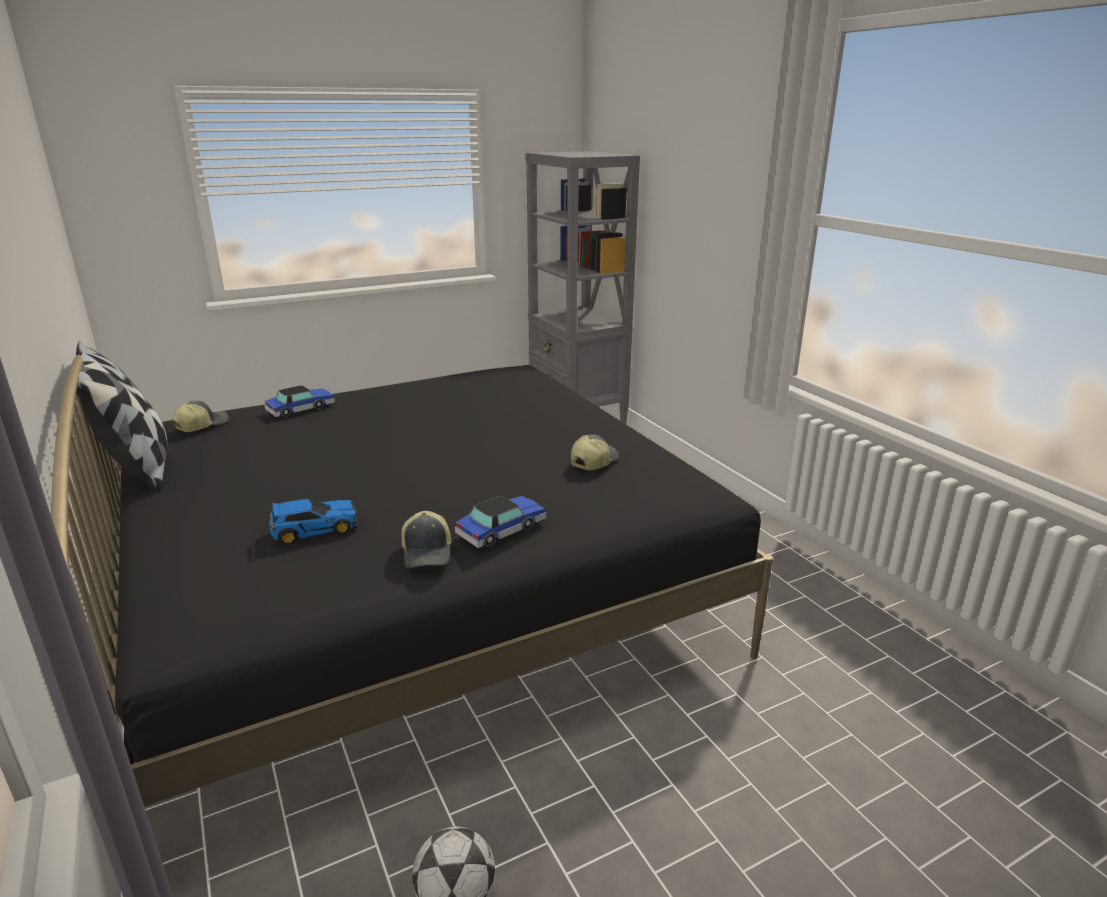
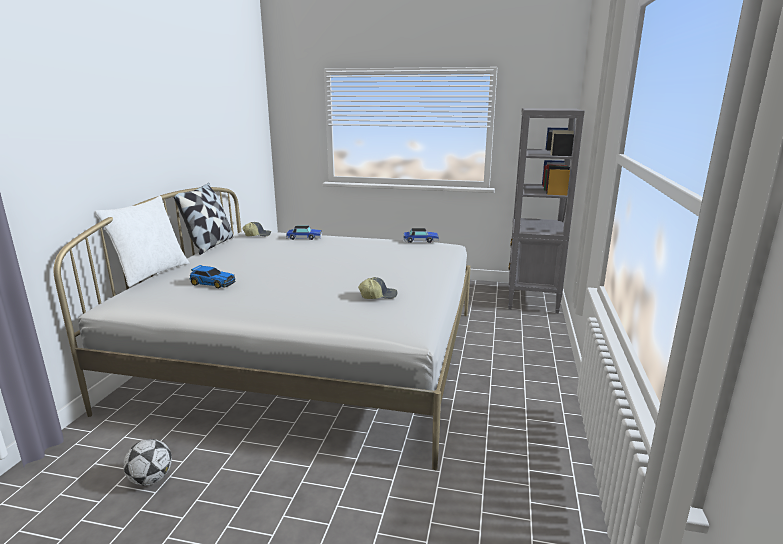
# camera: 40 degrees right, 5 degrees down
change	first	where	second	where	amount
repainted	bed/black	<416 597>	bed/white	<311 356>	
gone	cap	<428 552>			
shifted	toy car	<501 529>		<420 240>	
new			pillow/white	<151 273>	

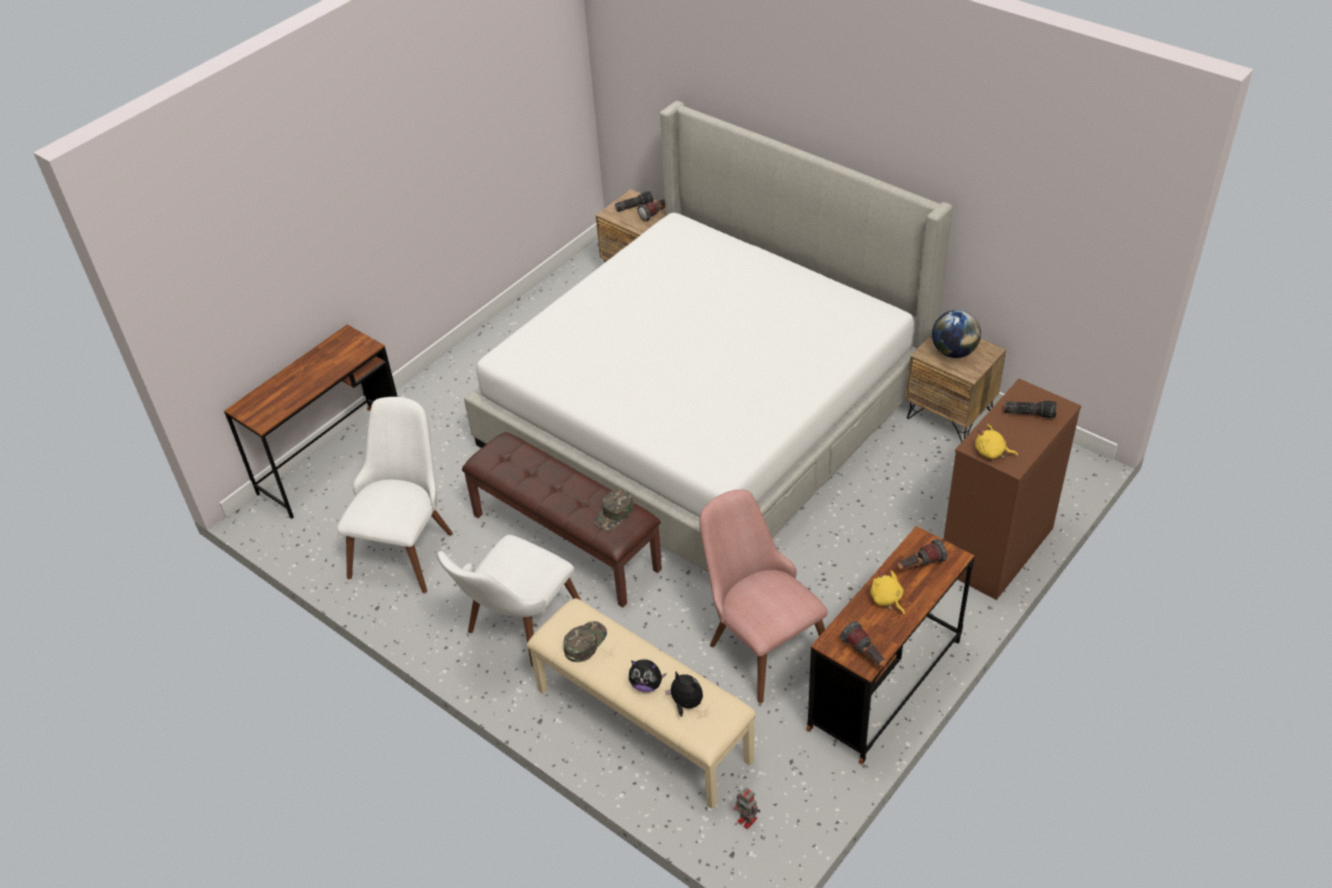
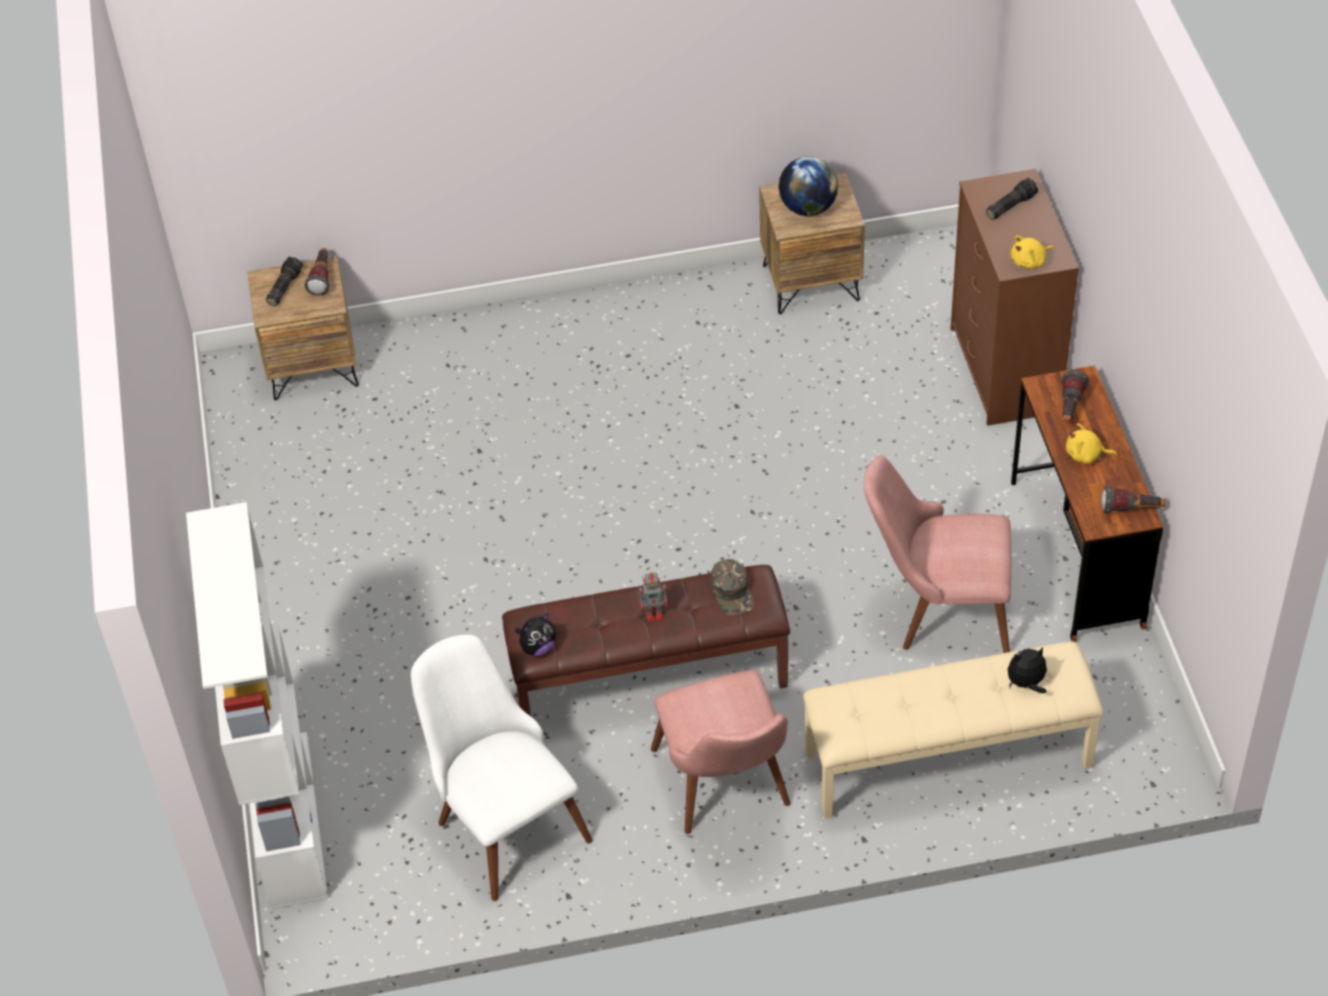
# camera: 50 degrees left, 5 degrees up
change	first	where	second	where	amount
swapped	desk/brown	<332 461>	bookcase/white	<288 818>	
repainted	chair/white	<517 630>	chair/pink	<728 791>	
gone	bed	<704 414>			
gone	cap/green	<584 642>			
shifted	plush toy	<646 685>		<537 647>	
shifted	toy robot	<748 820>		<655 613>	

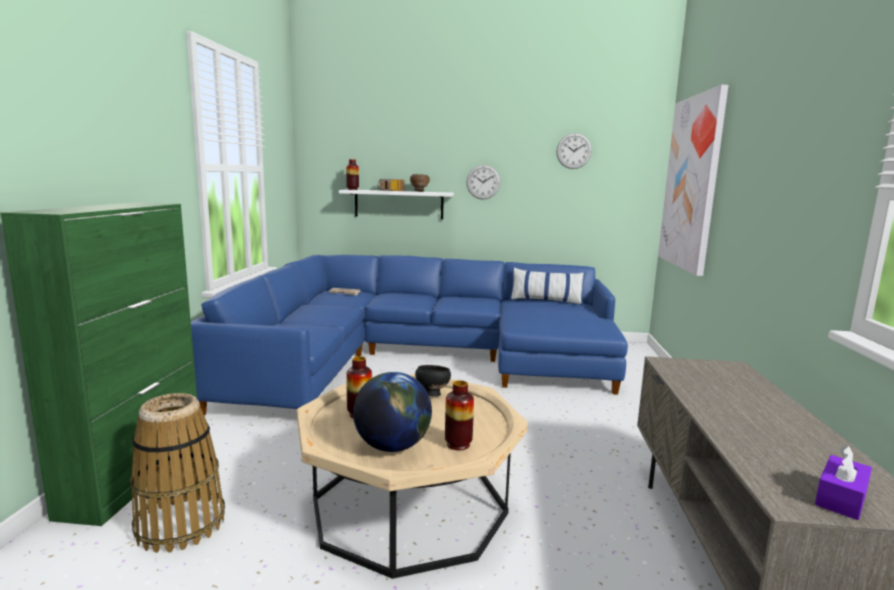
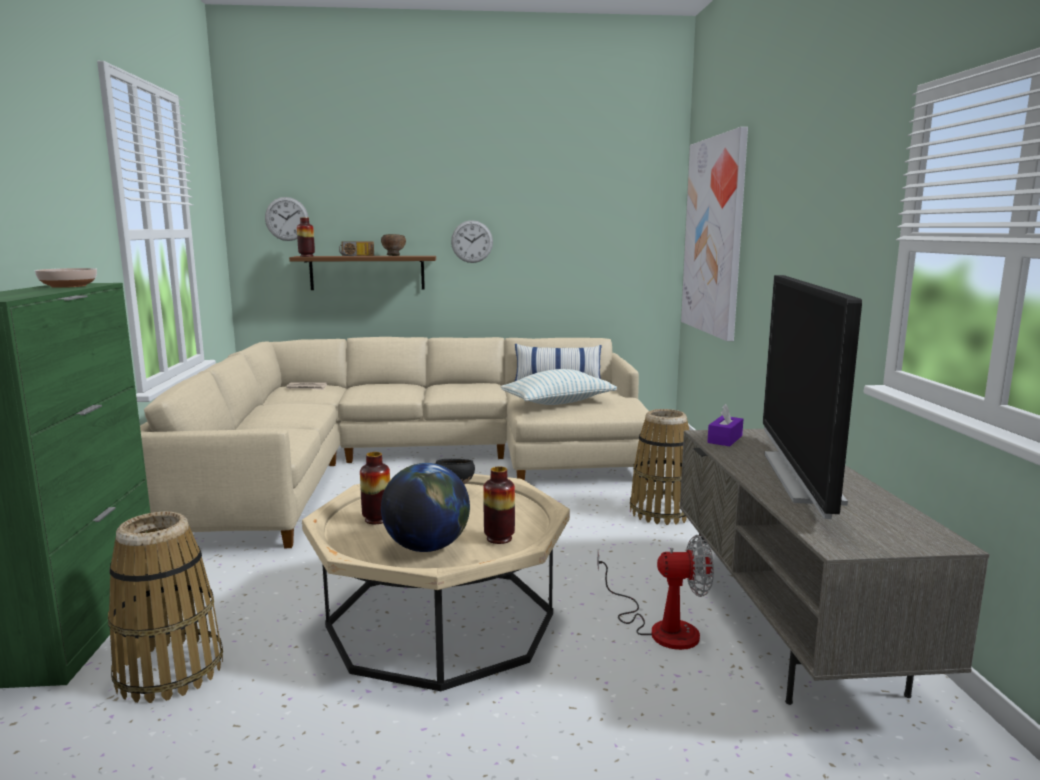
# camera: 10 degrees left, 0 degrees up
change	first	where	second	where	amount
repainted	sofa/blue	<420 359>	sofa/beige	<411 463>	
repainted	shelf/white	<399 204>	shelf/brown	<367 272>	
shifted	wall clock	<574 151>		<287 219>	
shifted	tissue box/purple	<841 498>		<725 439>	
new			bowl	<69 286>	
new			pillow	<558 403>	
new			fan	<661 627>	
new			basket	<662 512>	
new			television	<800 477>	

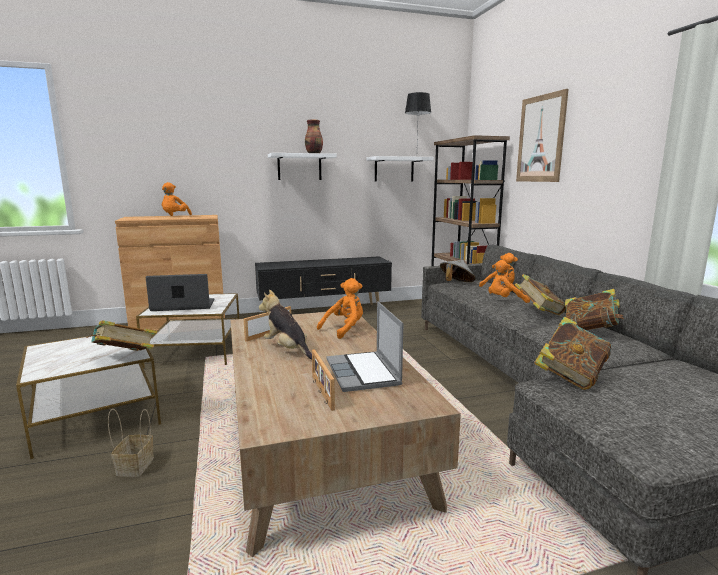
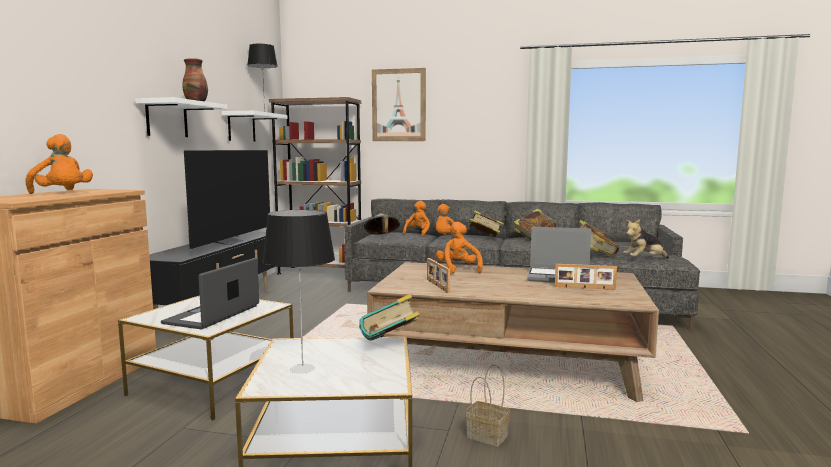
# camera: 60 degrees left, 5 degrees down
change	first	where	second	where	amount
shifted	plush toy	<288 350>		<644 260>	
new			television	<228 242>	
new			table lamp	<302 369>	

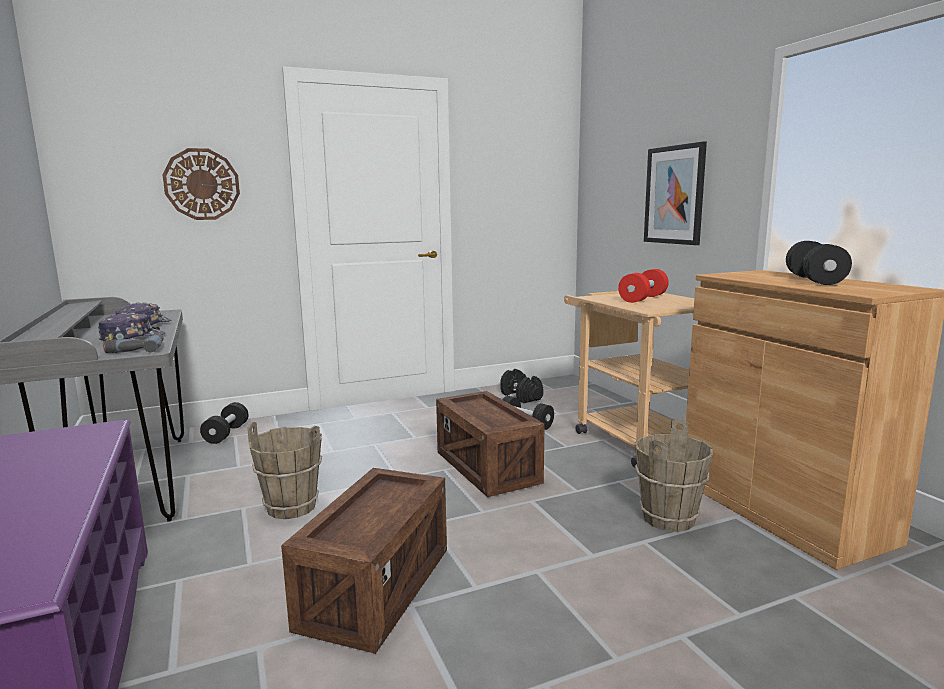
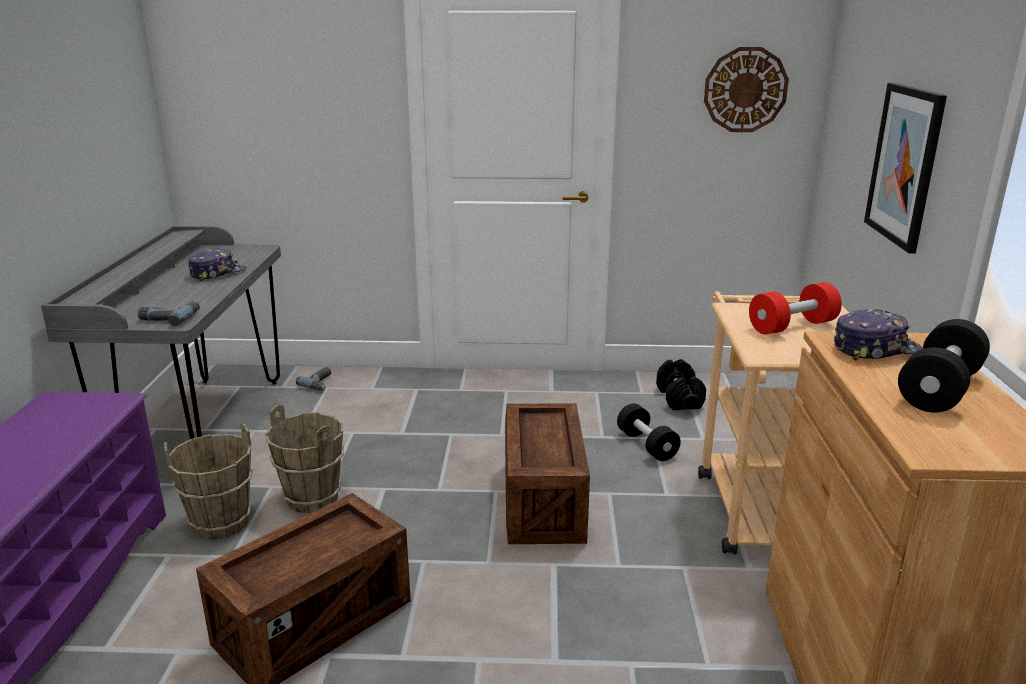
# camera: 25 degrees right, 10 degrees up
change	first	where	second	where	amount
shifted	cap	<132 338>		<875 349>	
shifted	wall clock	<202 184>		<745 90>	
swapped	dumbbell/black	<226 434>	power drill	<321 383>	
shifted	bucket/brown	<669 519>		<221 524>	

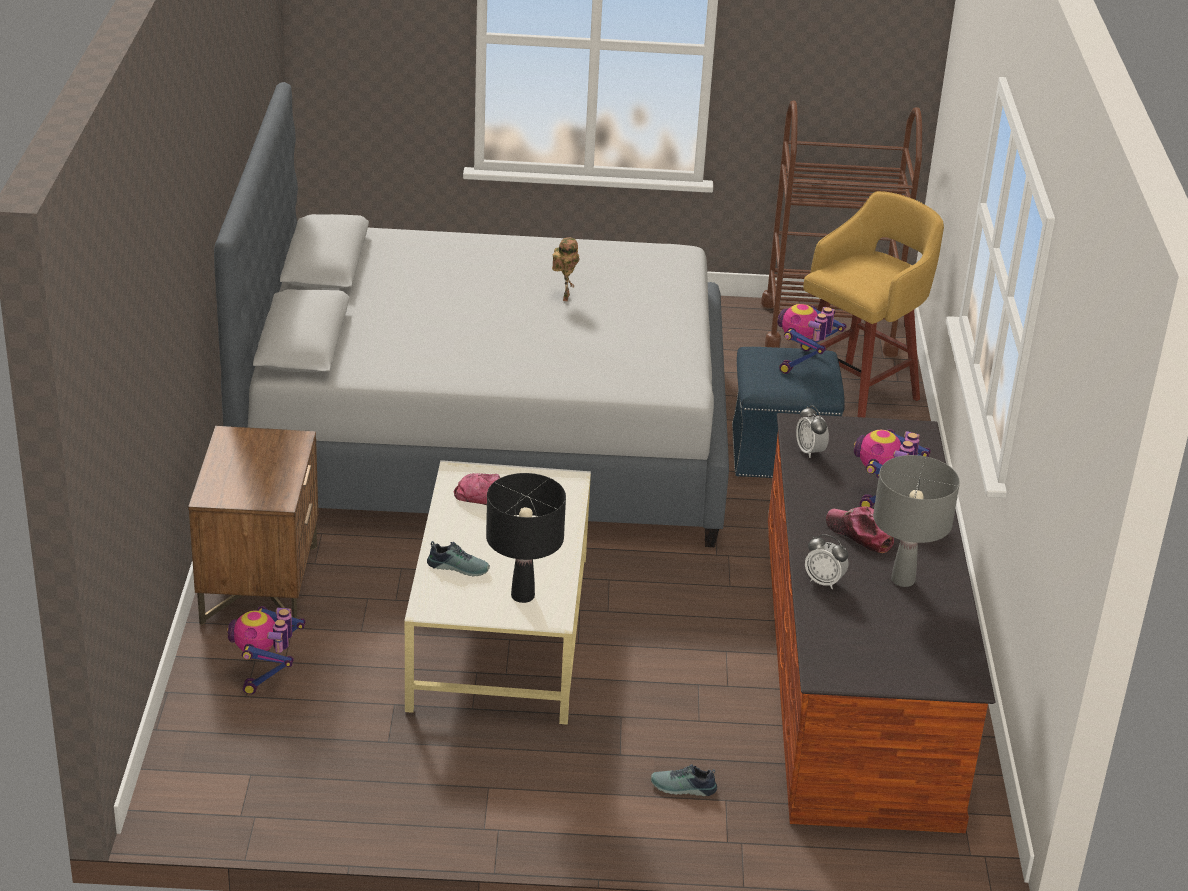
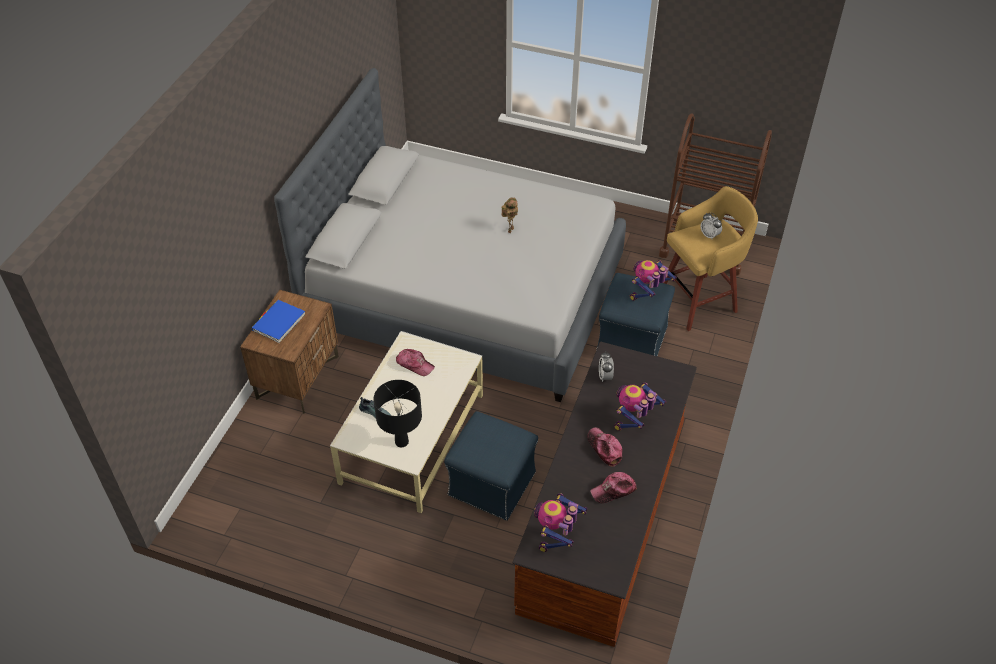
# camera: 20 degrees right, 15 degrees up
change	first	where	second	where	amount
shifted	toy robot	<267 673>		<557 535>	
gone	shoe	<683 788>			
shifted	alarm clock	<824 581>		<709 235>	
swapped	table lamp/grey	<903 580>	cap	<613 490>	
new			book/blue	<279 323>	
new			ottoman/blue	<491 483>	

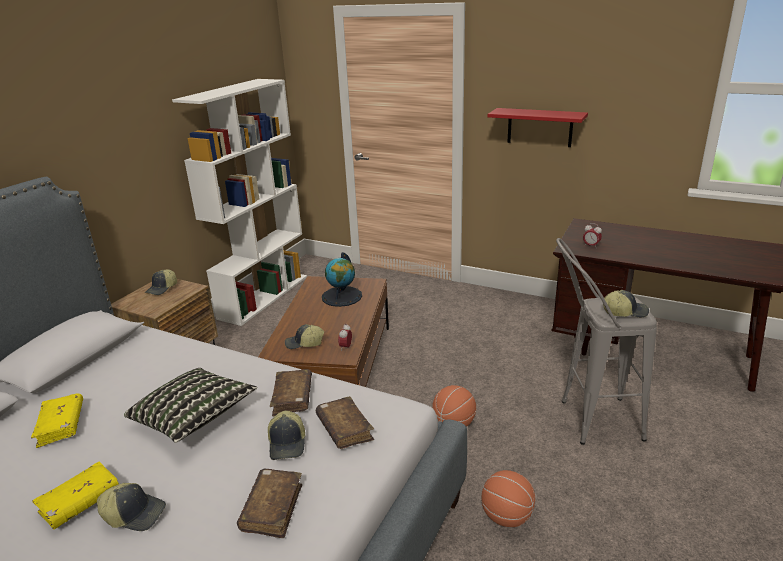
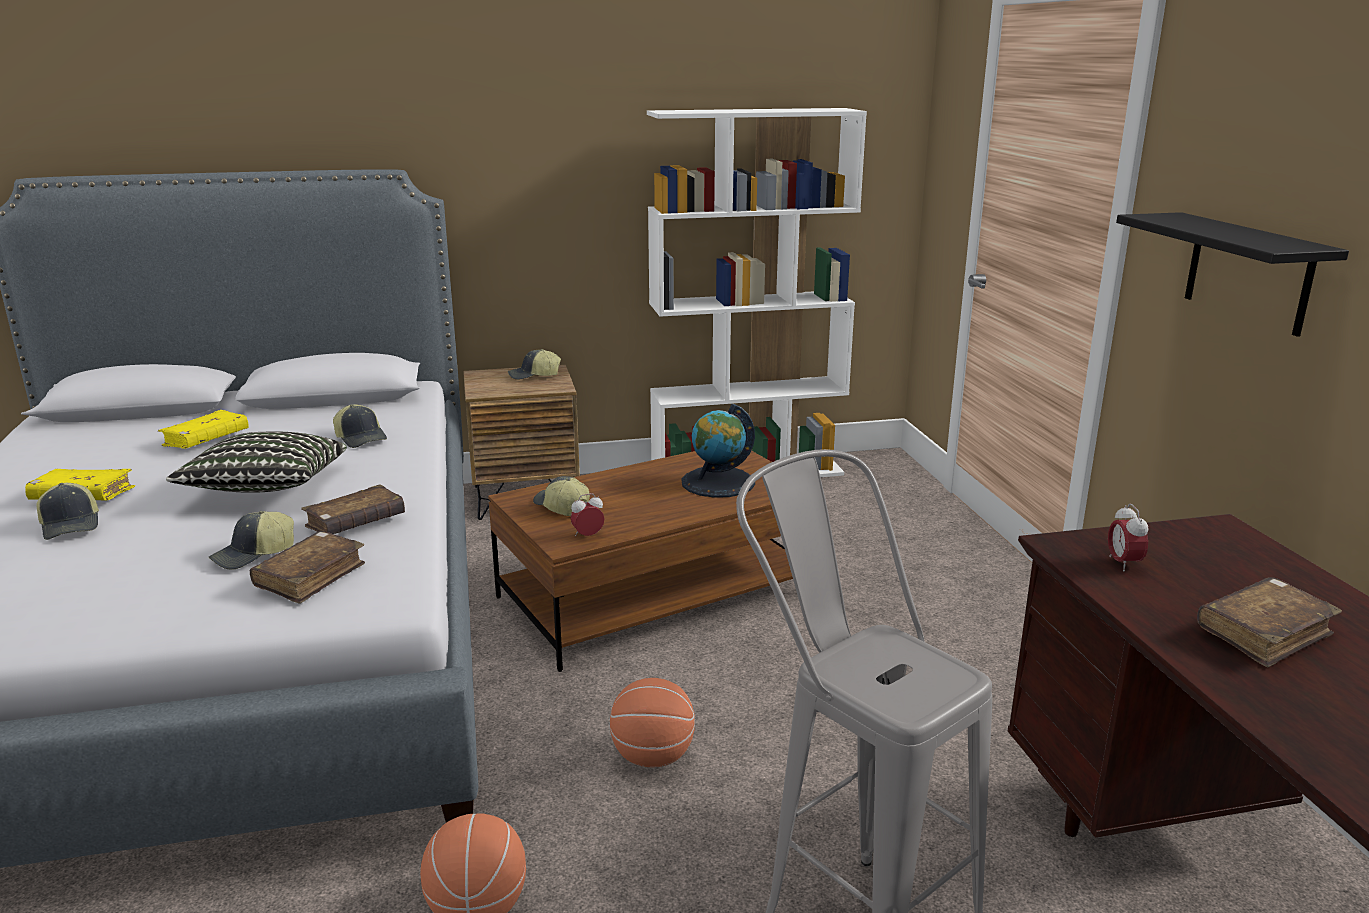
# camera: 50 degrees right, 5 degrees down
change	first	where	second	where	amount
shifted	book/brown	<272 509>		<1263 634>	
repainted	shelf/red	<539 127>	shelf/black	<1248 273>	
shifted	cap	<624 311>		<361 438>	

